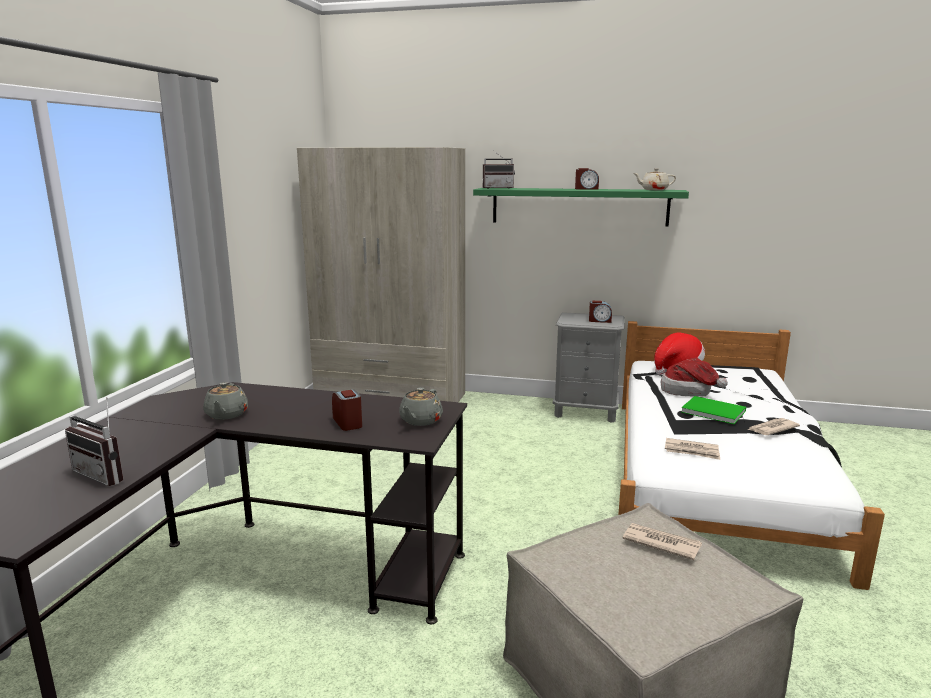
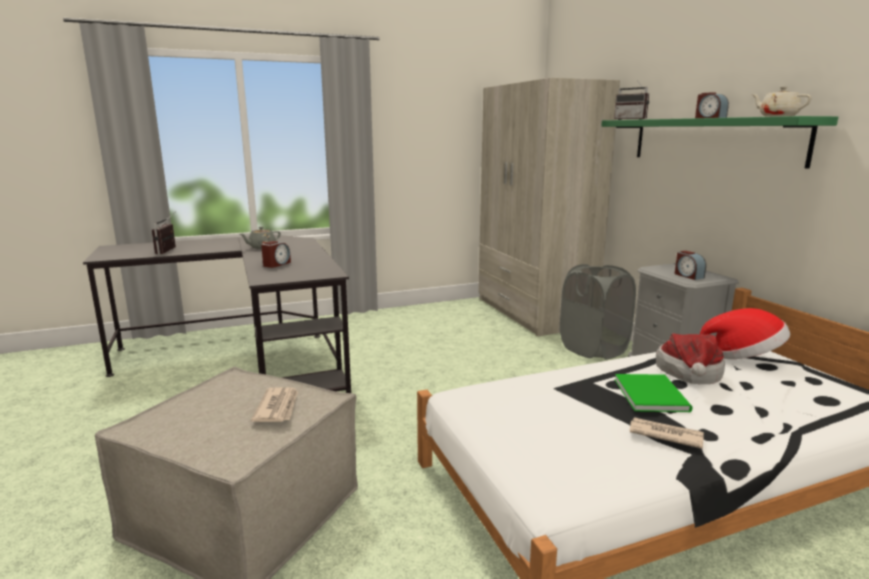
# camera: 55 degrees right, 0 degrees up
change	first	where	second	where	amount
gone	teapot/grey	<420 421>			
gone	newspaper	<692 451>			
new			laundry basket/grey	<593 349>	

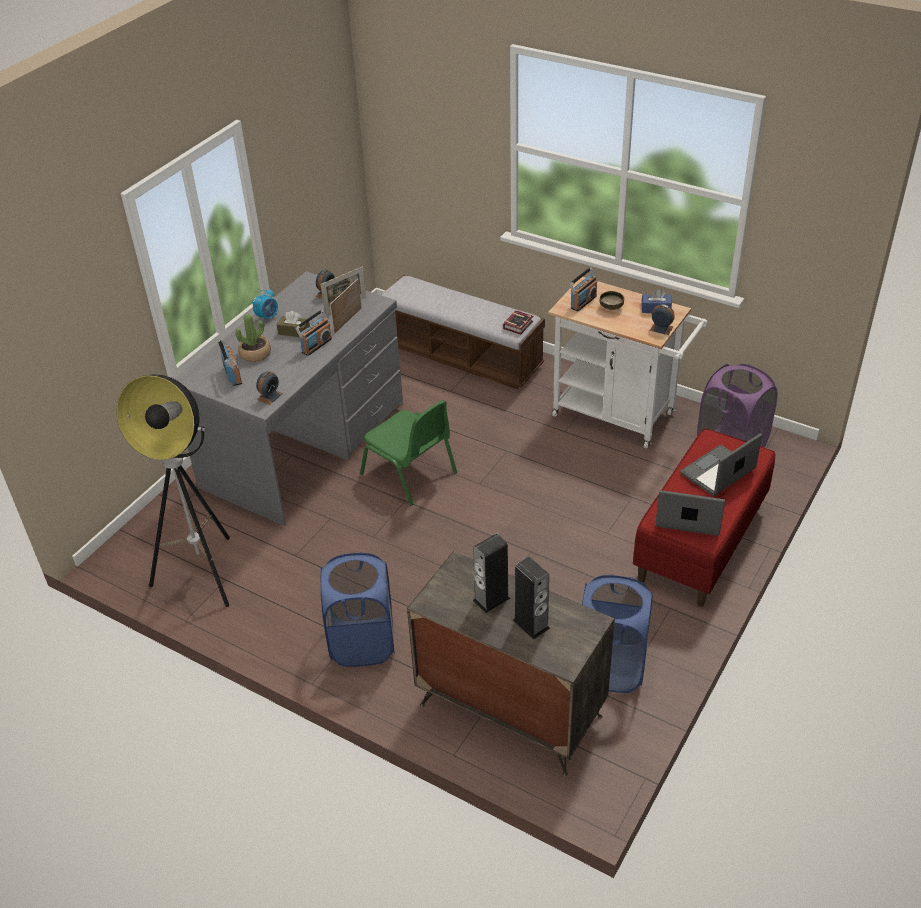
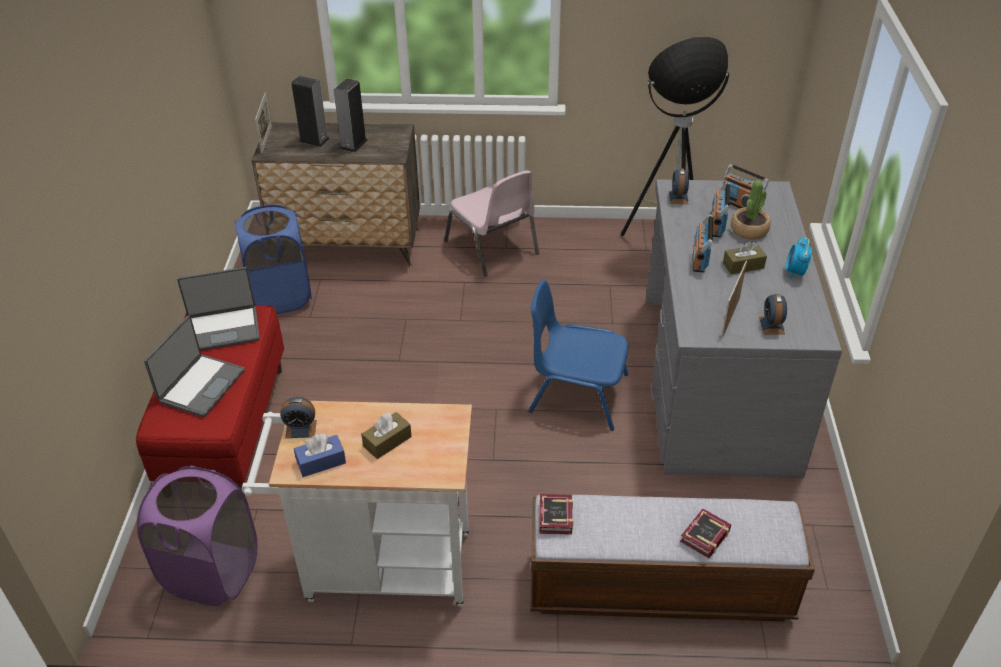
# camera: 150 degrees right, 0 degrees up
change	first	where	second	where	amount
swapped	laundry basket/blue	<363 643>	chair/pink	<493 248>	
shifted	picture frame	<347 321>		<266 139>	
repainted	chair/green	<410 473>	chair/blue	<577 393>	
shifted	radio	<583 302>		<716 224>	
swapped	bowl	<611 307>	tissue box/brown	<387 441>	
new			book	<702 537>	

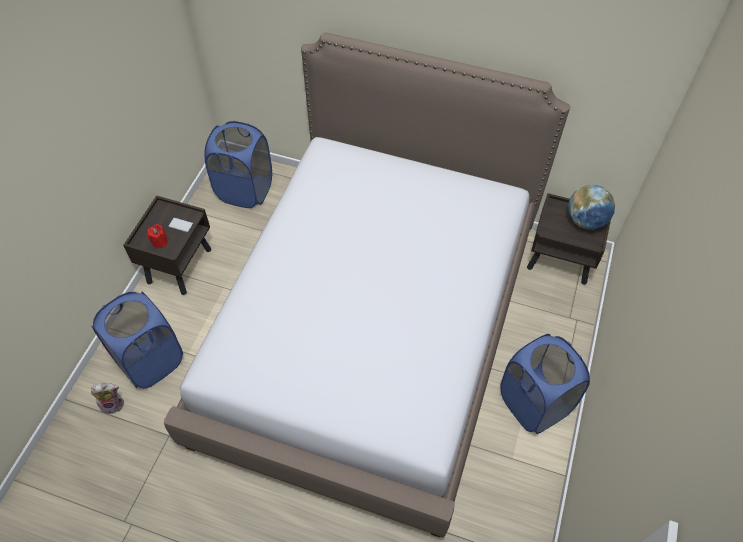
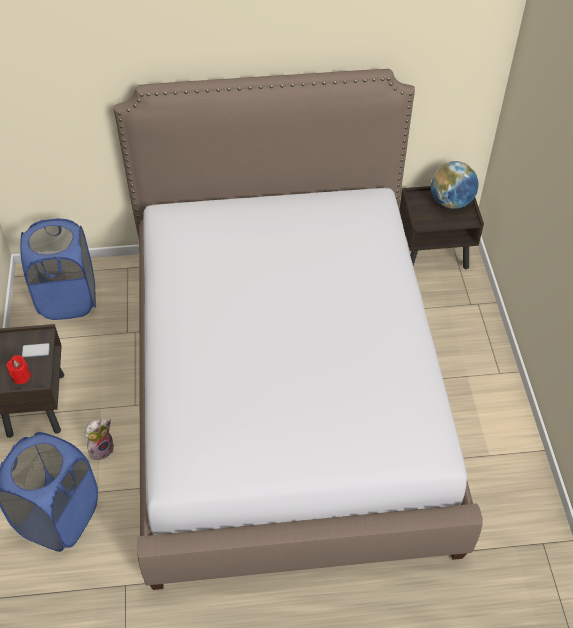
# camera: 25 degrees left, 5 degrees down
change	first	where	second	where	amount
shifted	plush toy	<113 404>		<101 448>	
gone	laundry basket/blue	<534 403>			

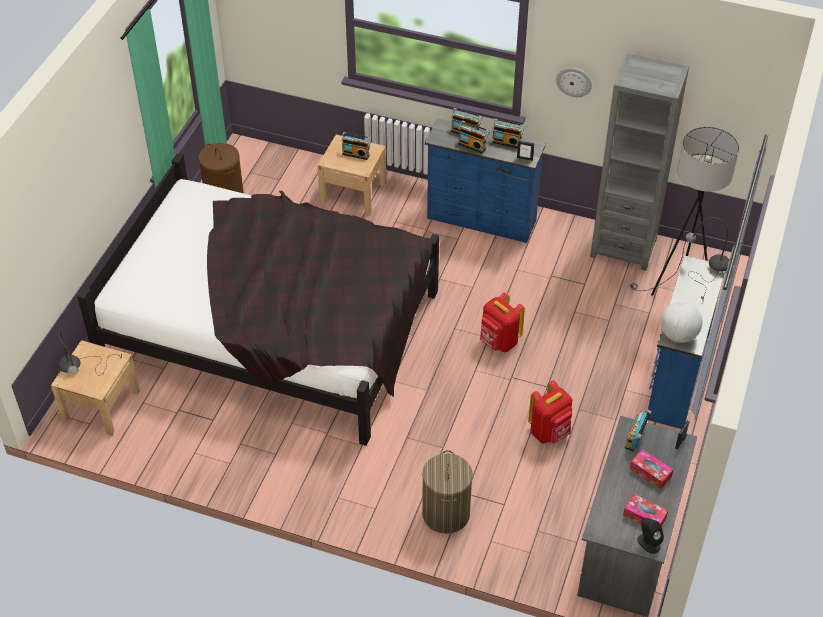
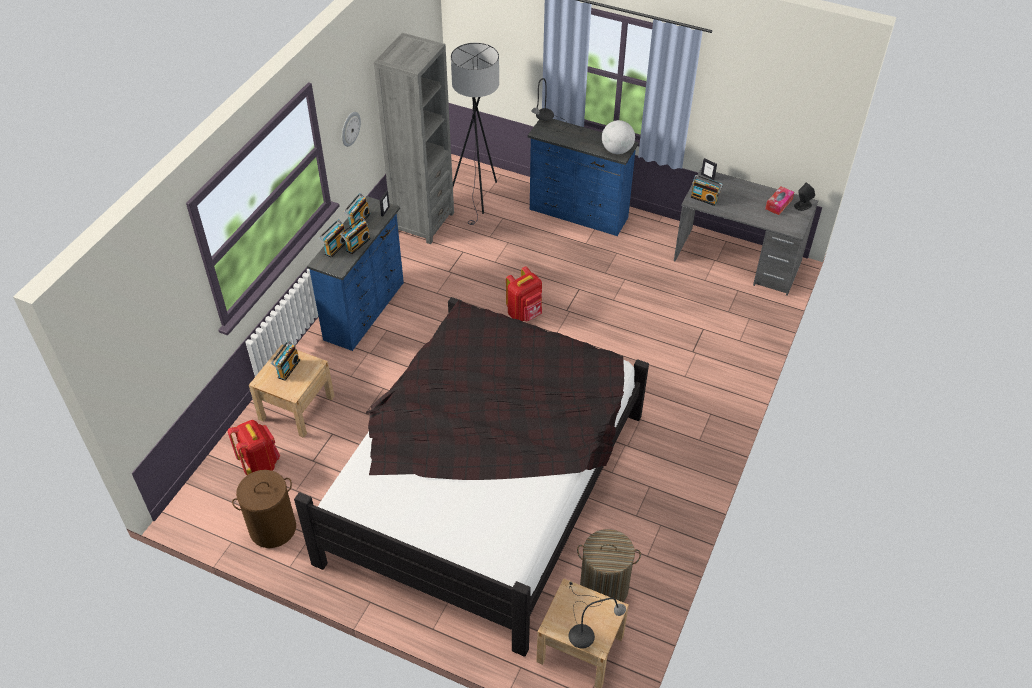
# camera: 85 degrees left, 0 degrees up
change	first	where	second	where	amount
shifted	laundry basket	<446 514>		<604 588>	
shifted	backpack/red	<549 432>		<260 464>	
gone	tissue box	<650 472>			

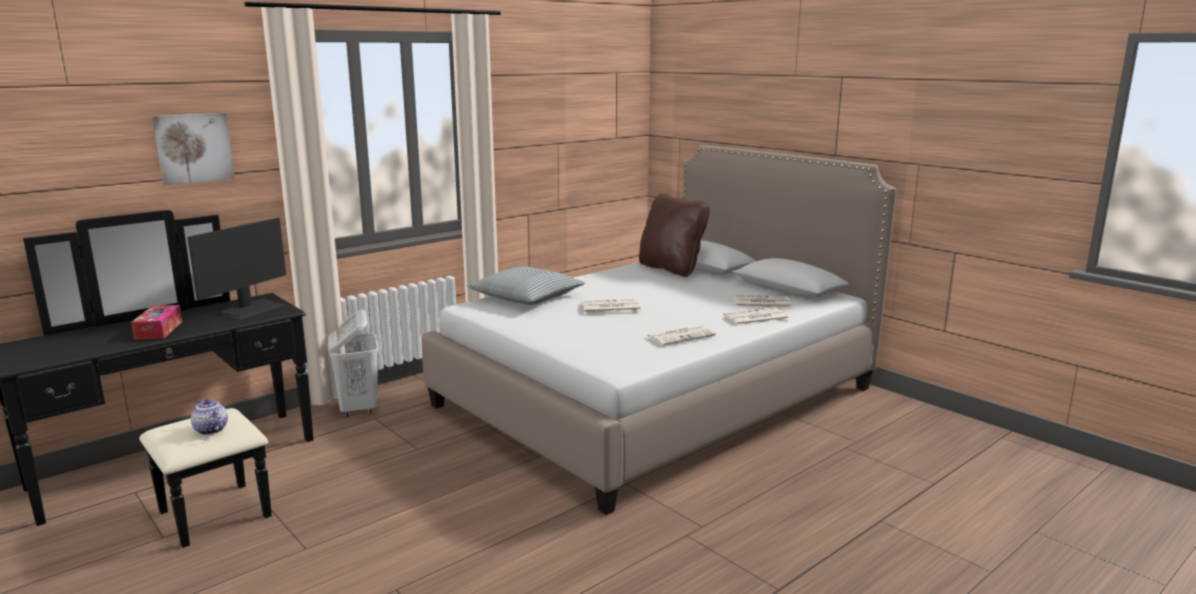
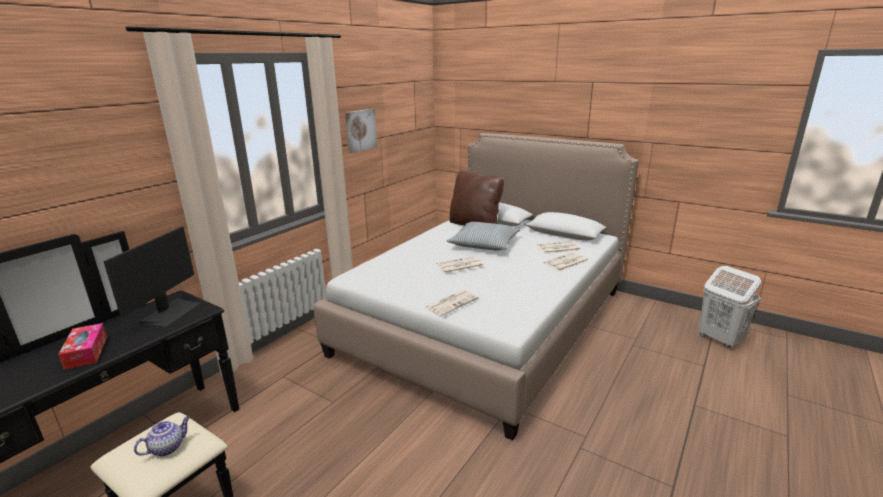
# camera: 15 degrees left, 5 degrees up
change	first	where	second	where	amount
shifted	picture	<193 148>		<360 130>	
rotated	teapot	<210 429>		<168 447>	105 degrees clockwise
shifted	laundry basket/white	<358 408>		<719 339>	
shifted	pillow	<526 297>		<484 244>	
shifted	newspaper	<681 336>		<452 302>	

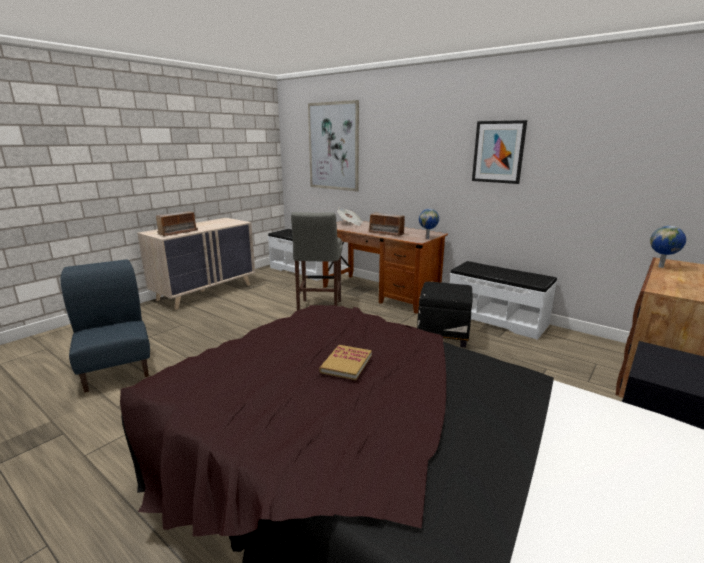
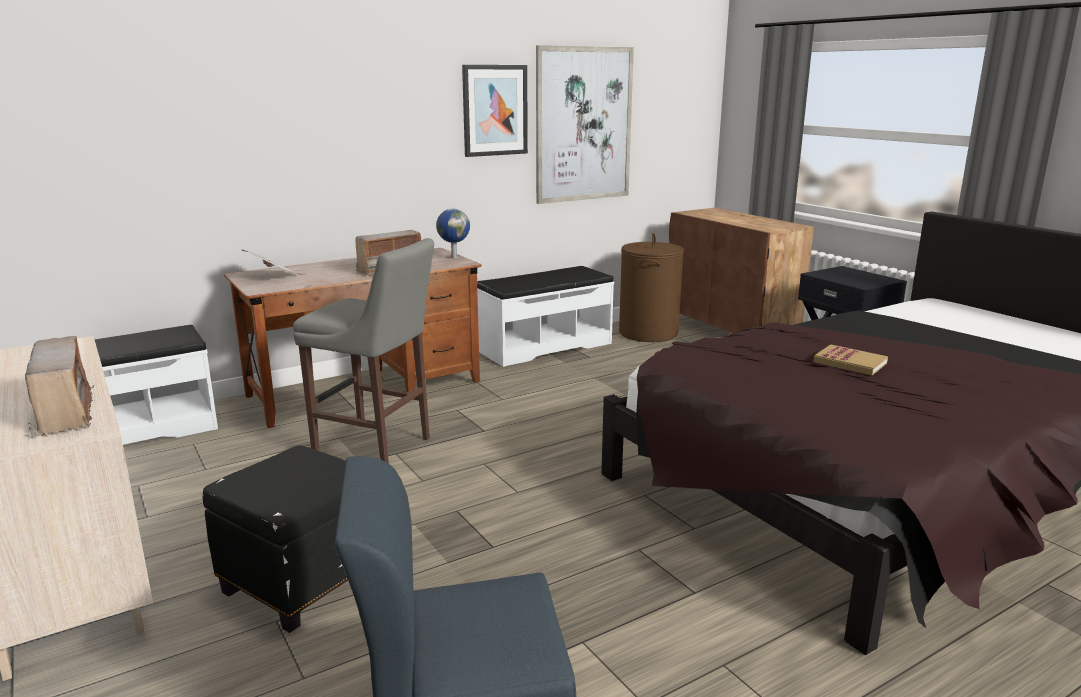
# camera: 70 degrees left, 0 degrees up
change	first	where	second	where	amount
shifted	picture	<333 146>		<583 125>	
shifted	ottoman/black	<443 335>		<302 581>	
gone	globe	<661 267>			
new			laundry basket/brown	<648 333>	

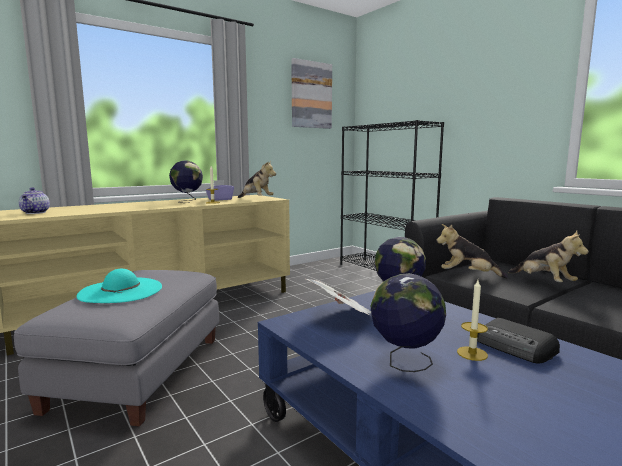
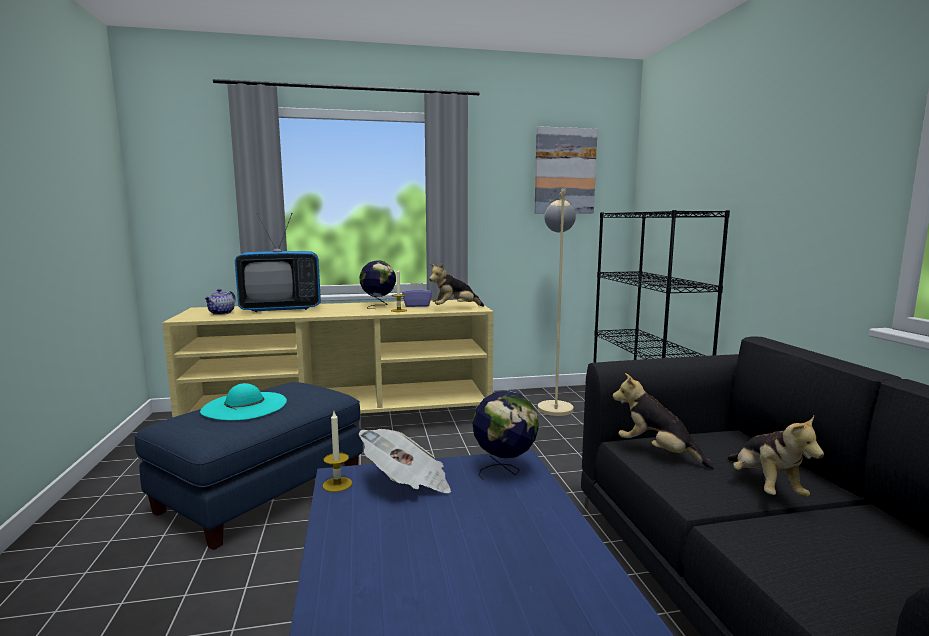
# camera: 25 degrees right, 0 degrees up
change	first	where	second	where	amount
repainted	ottoman/grey	<140 371>	ottoman/blue	<263 490>	
rotated	plush toy	<256 199>		<455 308>	90 degrees clockwise
gone	globe	<405 363>			
shifted	candle	<472 353>		<337 484>	
gone	radio	<515 347>			
new			television	<281 309>	
new			floor lamp/beige	<554 405>	

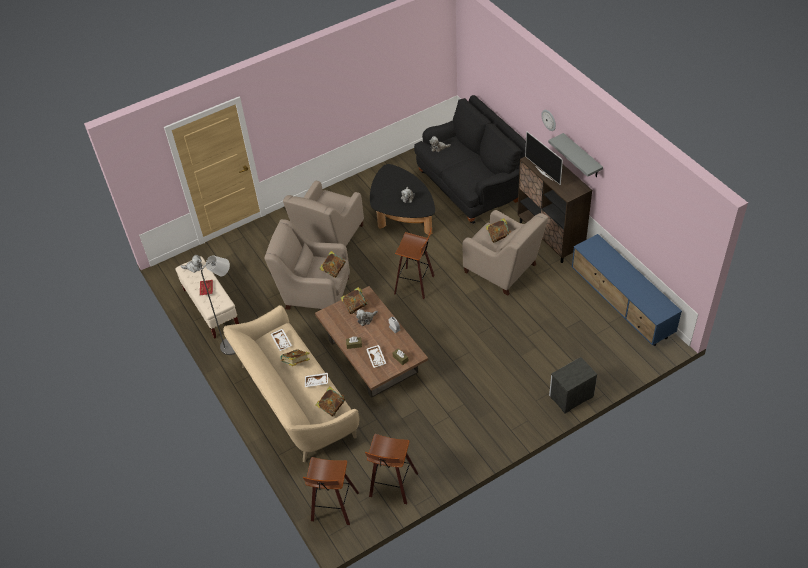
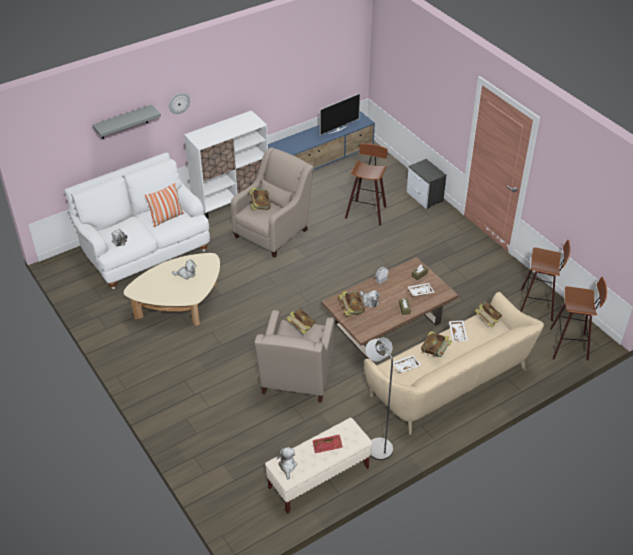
# camera: 95 degrees left, 5 degrees down
change	first	where	second	where	amount
gone	armchair/beige	<329 237>			
repainted	coffee table/black	<401 215>	coffee table/beige	<181 306>	
shifted	stool	<416 284>		<367 211>	
repainted	sofa/black	<471 186>	sofa/white	<144 251>	
repainted	cabinet/brown	<550 237>	cabinet/white	<231 199>	
shifted	television	<544 173>		<338 129>	
shifted	shelf/grey	<582 156>		<123 122>	
new			pillow	<167 218>	

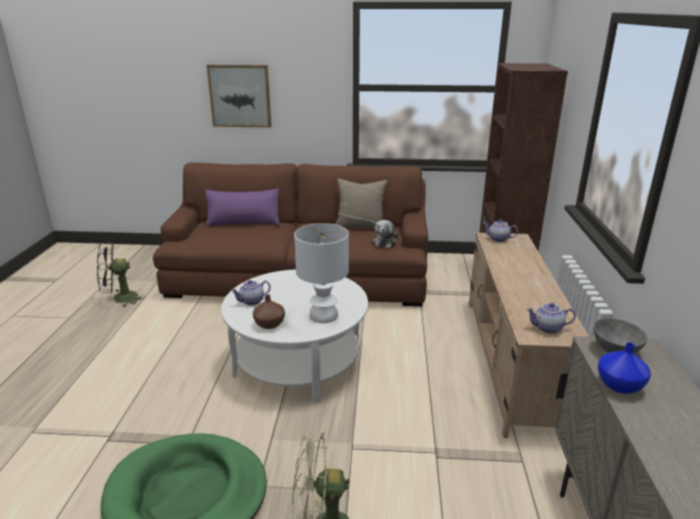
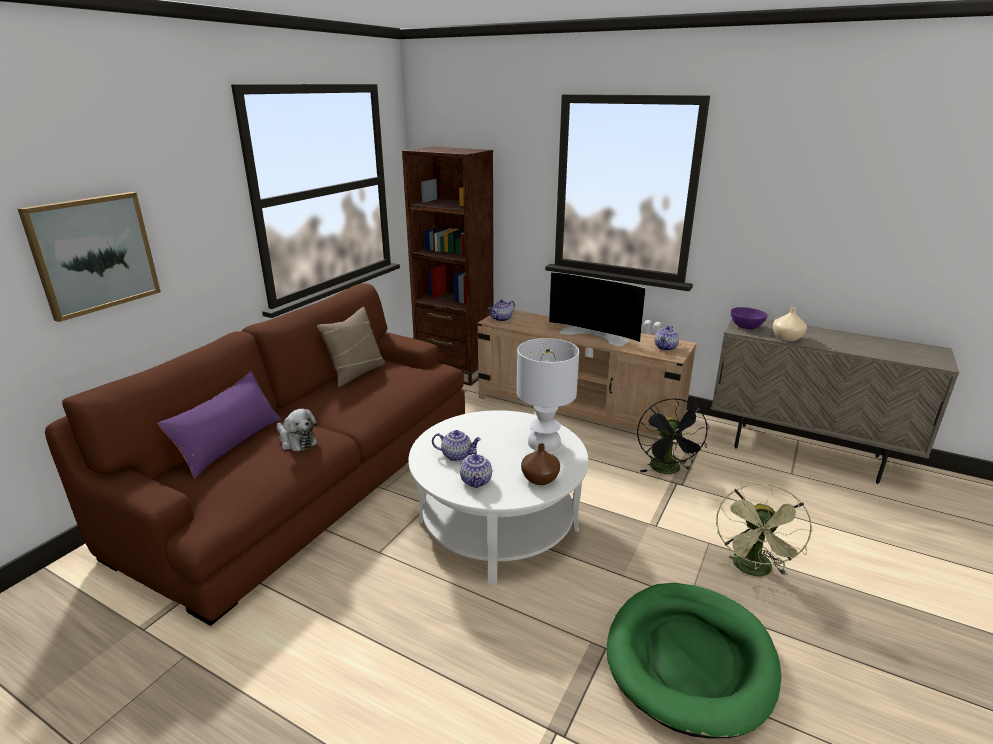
# camera: 65 degrees left, 0 degrees up
change	first	where	second	where	amount
shifted	fan/black	<119 299>		<667 470>	
shifted	plush toy	<385 242>		<296 441>	
repainted	bowl/grey	<615 350>	bowl/purple	<745 327>	
repainted	vase/blue	<619 384>	vase/beige	<786 338>	
new			teapot	<457 455>	
new			television	<595 335>	

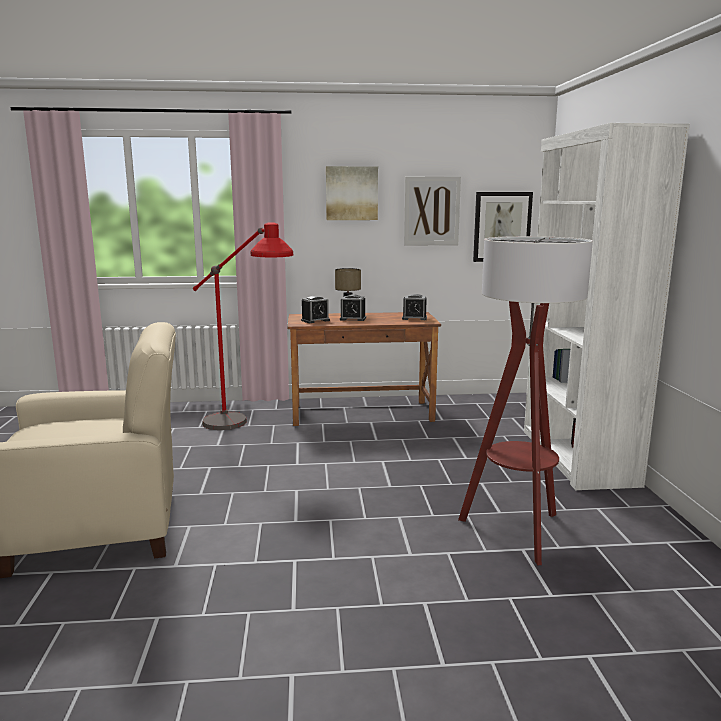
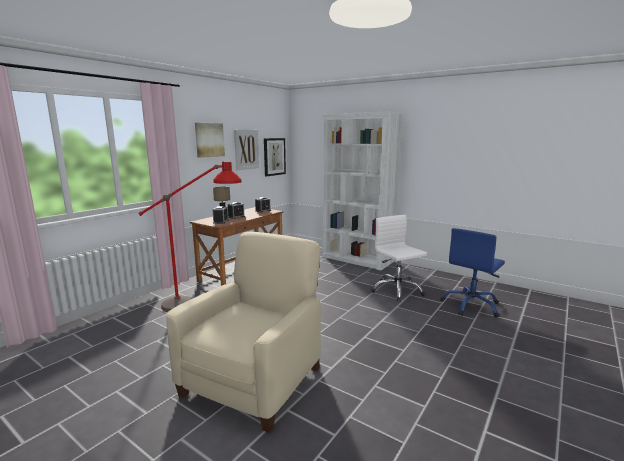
# camera: 50 degrees left, 0 degrees up
change	first	where	second	where	amount
swapped	floor lamp	<516 531>	office chair/white	<396 290>	
new			office chair/blue	<471 305>	

